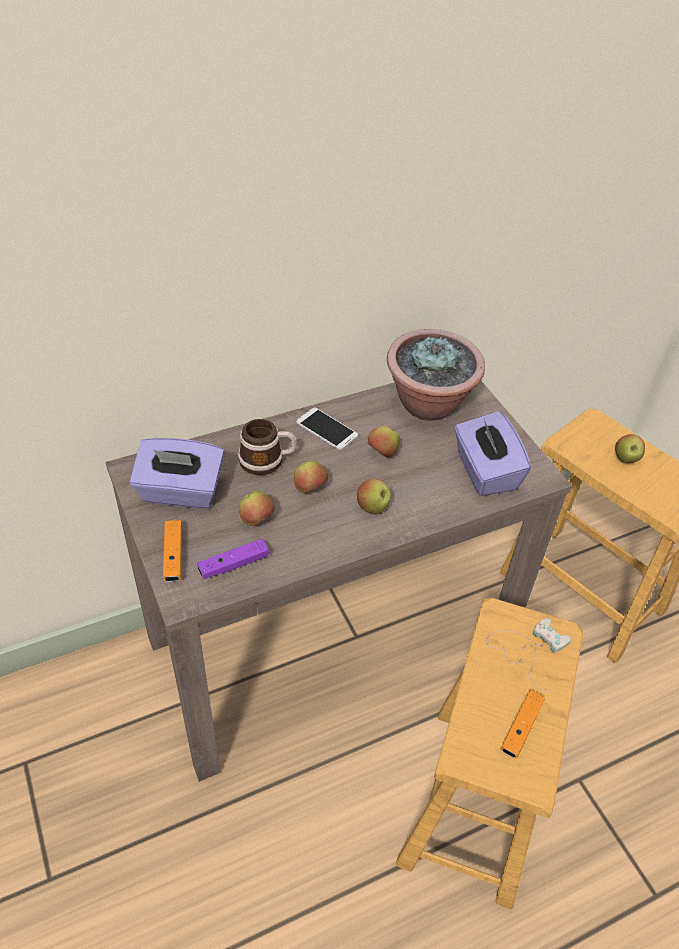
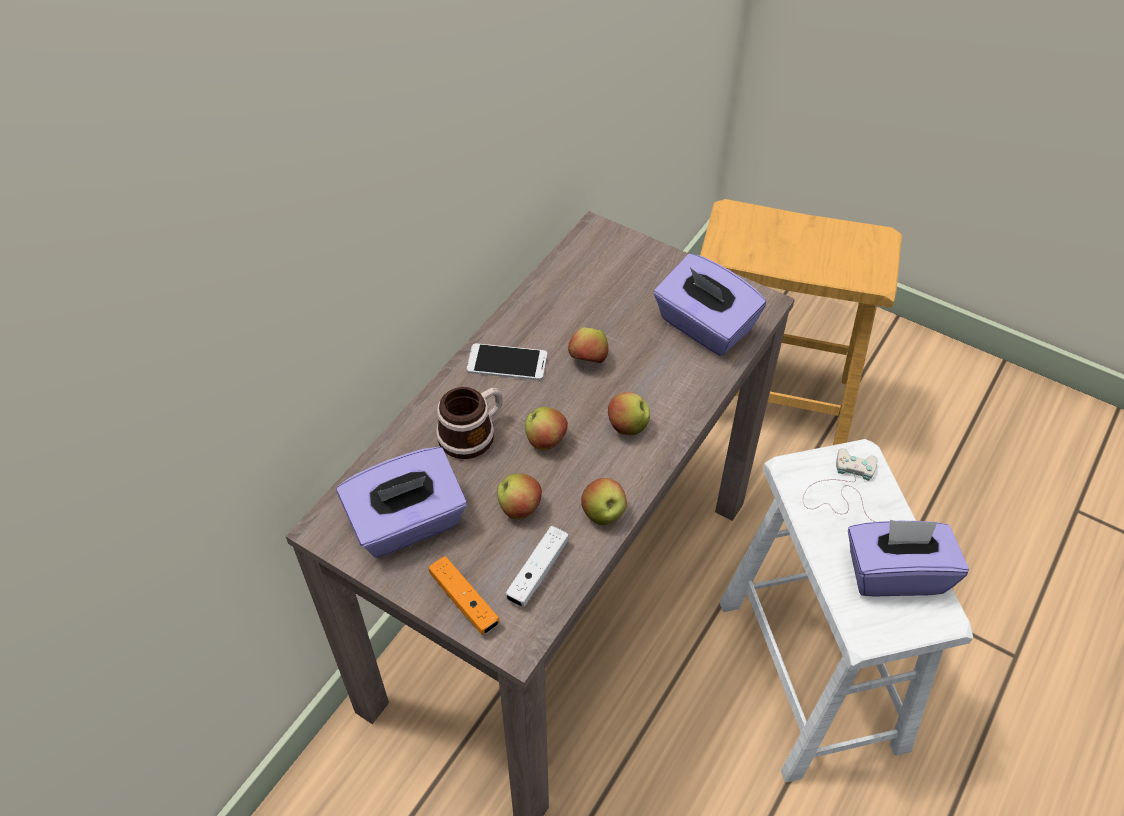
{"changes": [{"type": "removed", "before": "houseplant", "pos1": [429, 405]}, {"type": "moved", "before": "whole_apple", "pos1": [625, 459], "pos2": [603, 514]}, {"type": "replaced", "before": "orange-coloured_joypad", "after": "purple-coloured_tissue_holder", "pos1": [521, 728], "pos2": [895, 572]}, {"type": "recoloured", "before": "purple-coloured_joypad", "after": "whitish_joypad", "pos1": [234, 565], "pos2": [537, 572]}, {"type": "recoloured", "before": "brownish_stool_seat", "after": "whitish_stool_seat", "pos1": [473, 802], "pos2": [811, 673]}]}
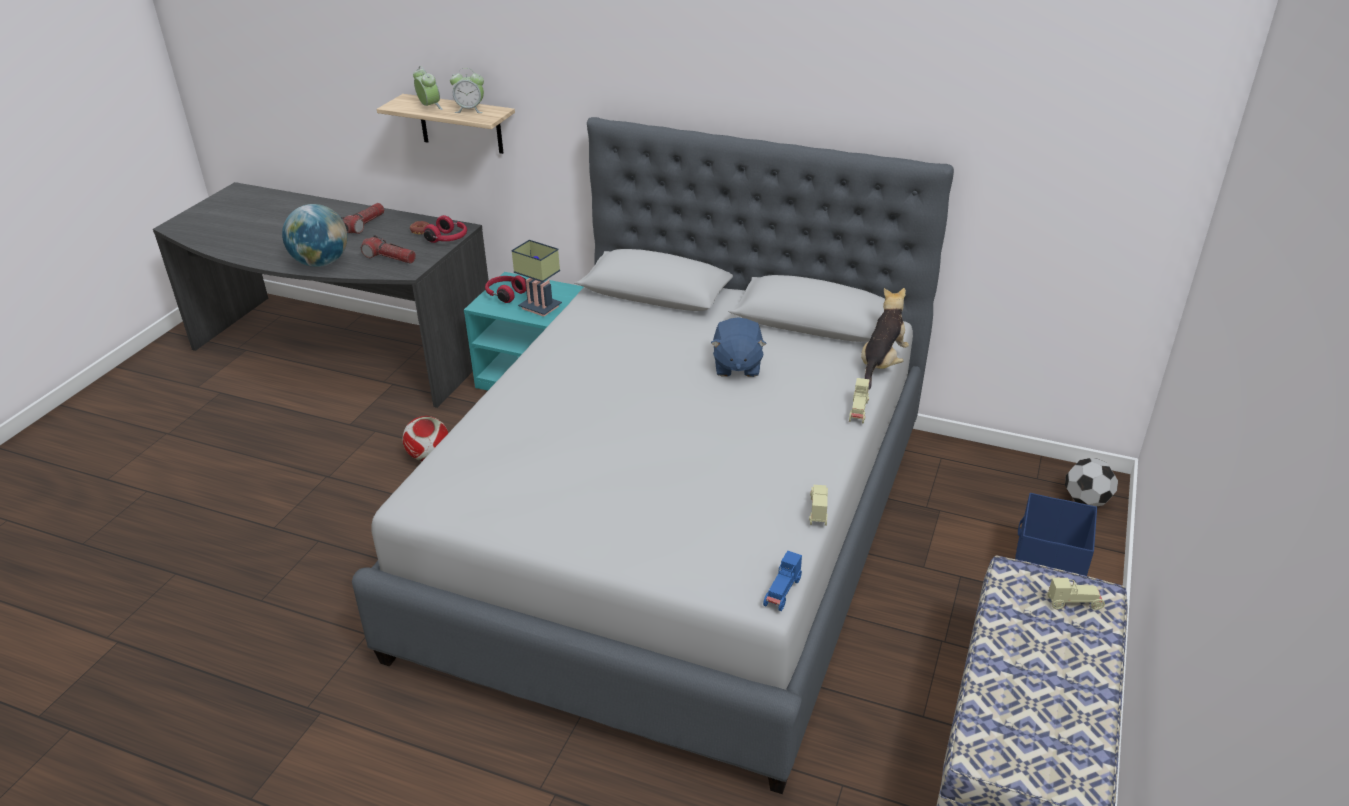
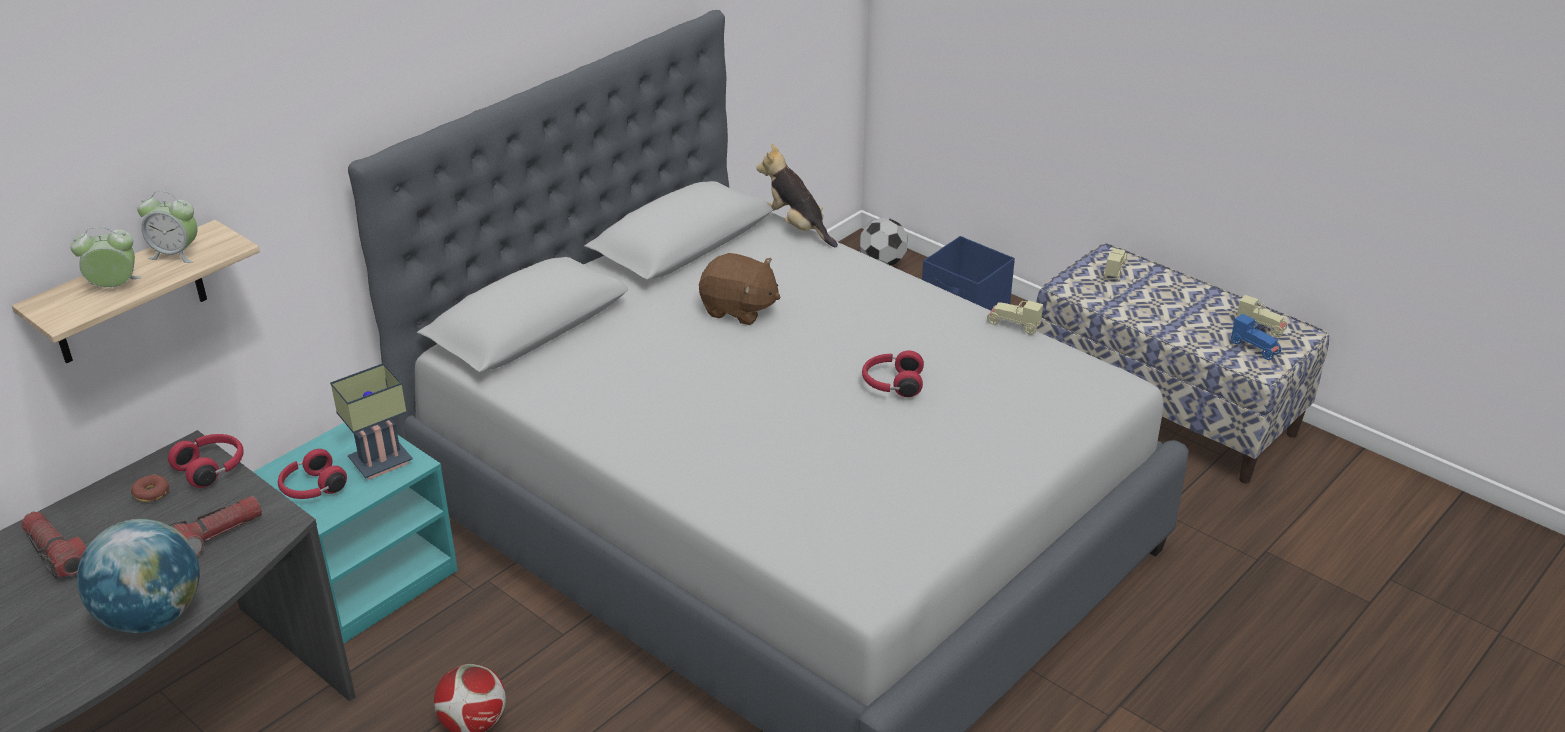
{"changes": [{"type": "added", "after": "red-coloured_headset", "pos2": [892, 384]}, {"type": "moved", "before": "bluish_miniature_car", "pos1": [783, 593], "pos2": [1255, 348]}, {"type": "moved", "before": "sand-coloured_miniature_car", "pos1": [858, 411], "pos2": [1260, 327]}, {"type": "recoloured", "before": "bluish_plush_toy", "after": "brownish_plush_toy", "pos1": [736, 366], "pos2": [739, 309]}, {"type": "turned", "before": "bedside_clock", "pos1": [470, 110], "pos2": [176, 254], "turn": 75}]}
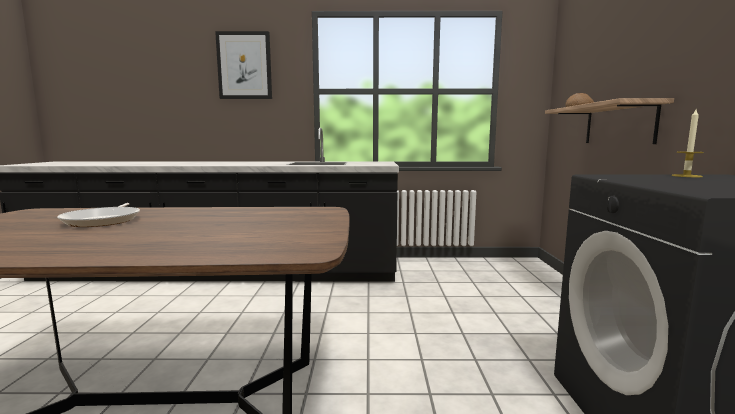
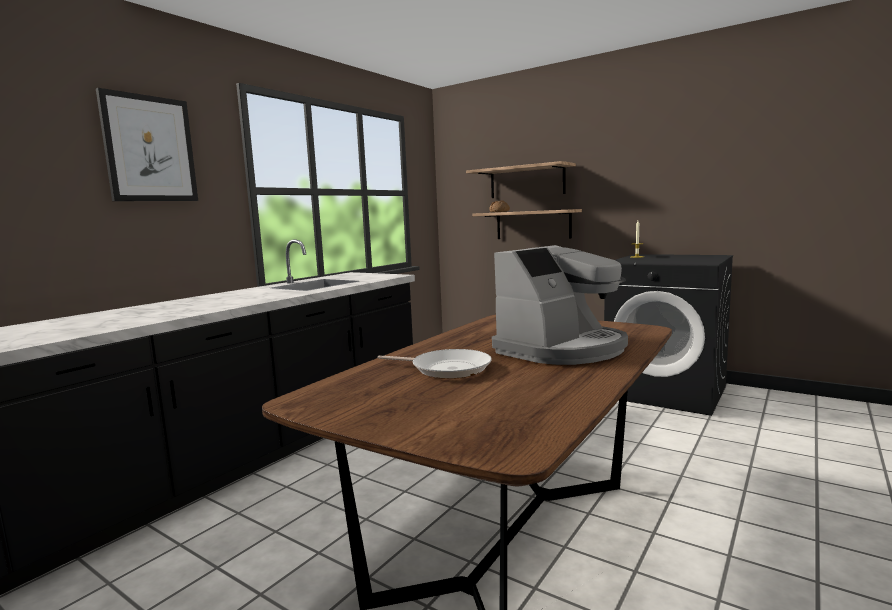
{"changes": [{"type": "added", "after": "shelf", "pos2": [527, 182]}, {"type": "added", "after": "coffee_brewer", "pos2": [562, 349]}]}
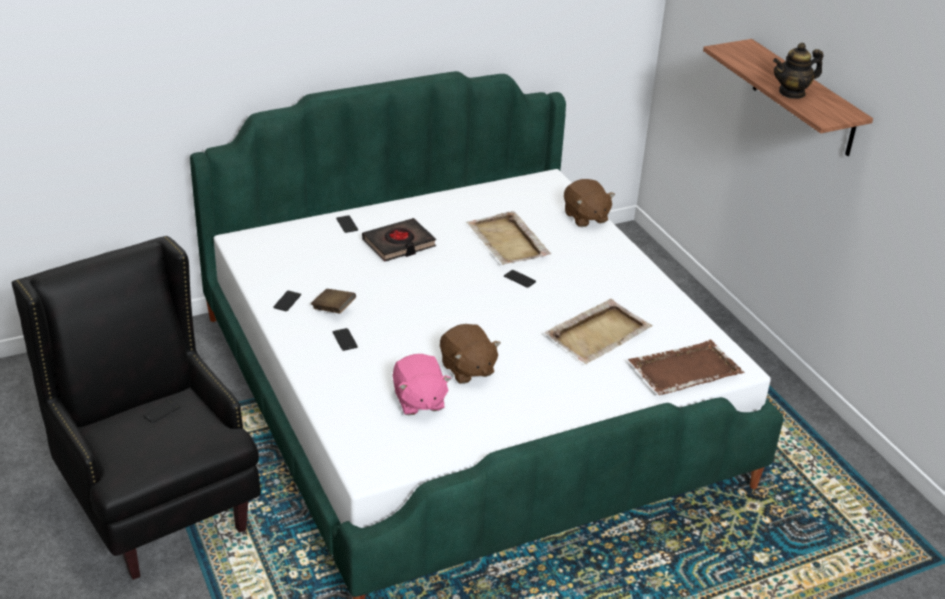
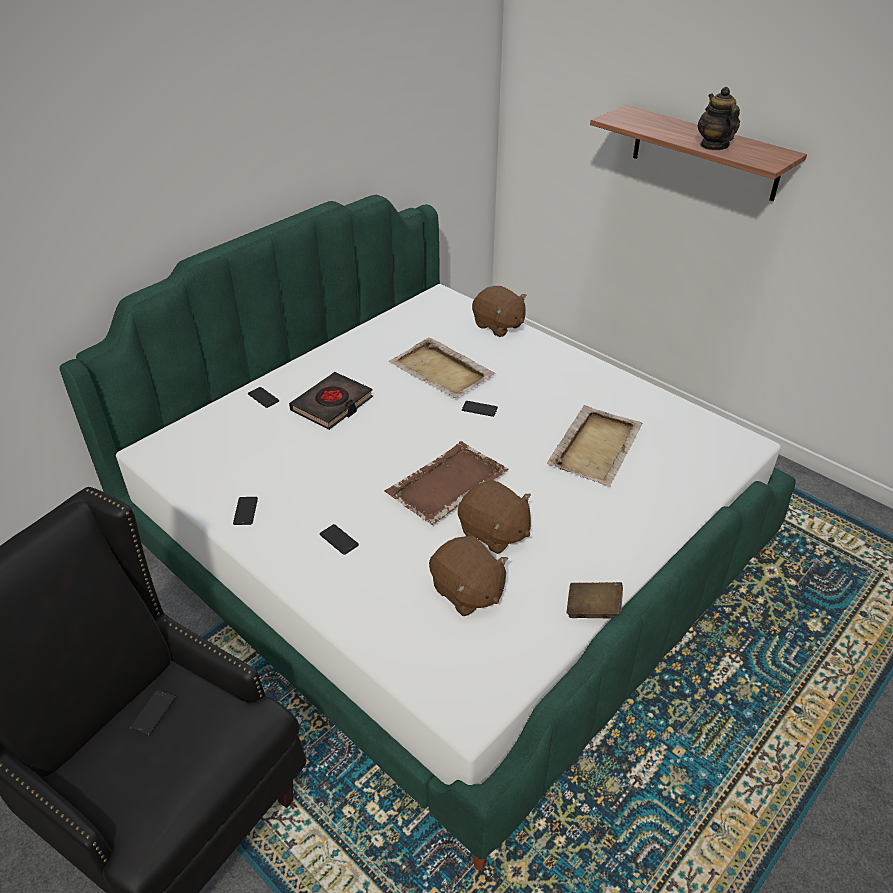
{"changes": [{"type": "moved", "before": "brownish_volume", "pos1": [333, 309], "pos2": [593, 609]}, {"type": "moved", "before": "brownish_serving_tray", "pos1": [684, 370], "pos2": [446, 485]}, {"type": "recoloured", "before": "pink_plush_toy", "after": "brownish_plush_toy", "pos1": [418, 401], "pos2": [467, 592]}, {"type": "turned", "before": "teapot", "pos1": [792, 93], "pos2": [714, 146], "turn": 120}]}
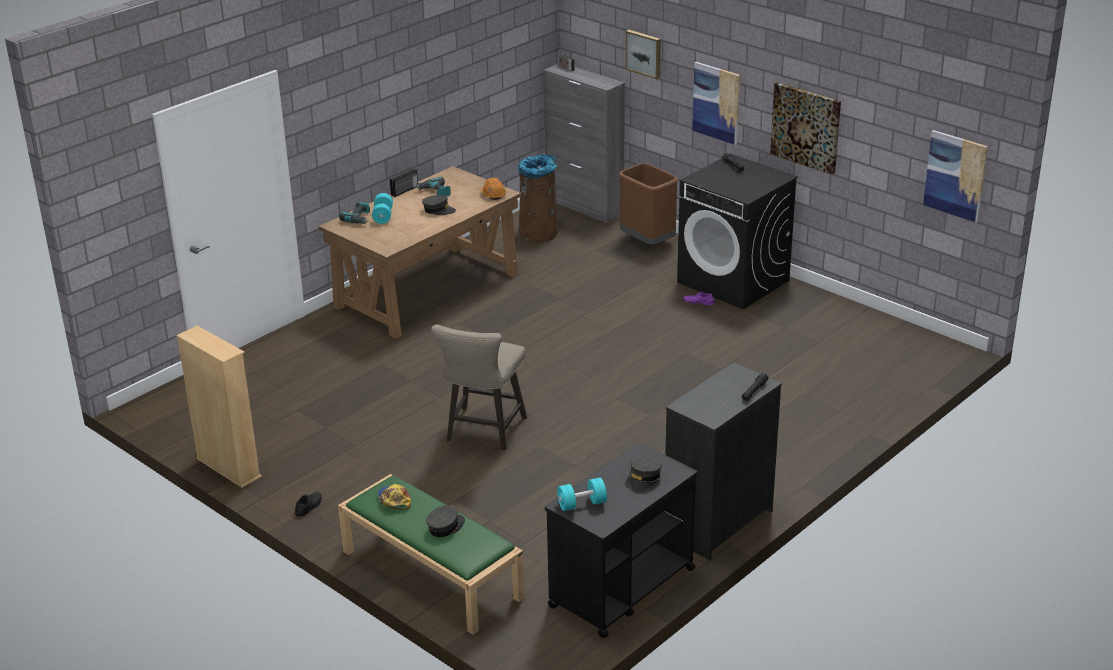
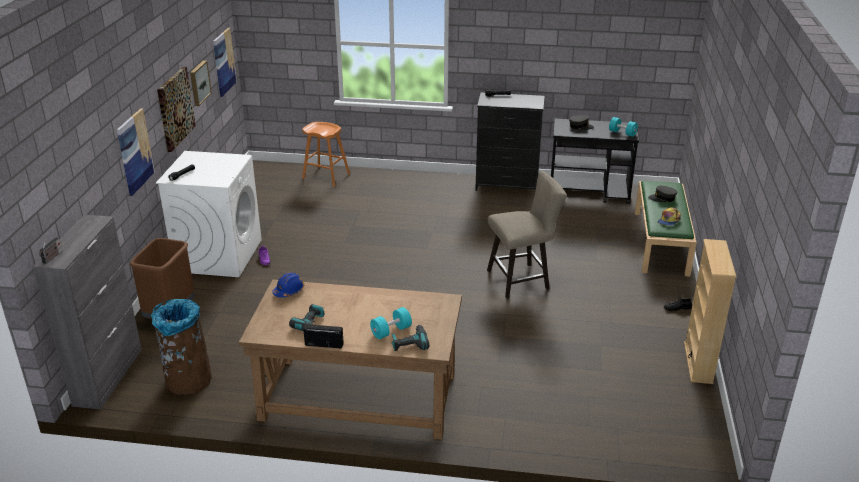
{"changes": [{"type": "removed", "before": "grey_peaked_cap", "pos1": [438, 210]}, {"type": "added", "after": "orange-coloured_stool_seat", "pos2": [326, 176]}, {"type": "moved", "before": "wall_art", "pos1": [644, 53], "pos2": [199, 83]}, {"type": "recoloured", "before": "orange-coloured_hard_hat", "after": "bluish_hard_hat", "pos1": [493, 194], "pos2": [289, 291]}, {"type": "recoloured", "before": "black_washing_machine", "after": "whitish_washing_machine", "pos1": [734, 281], "pos2": [218, 255]}]}
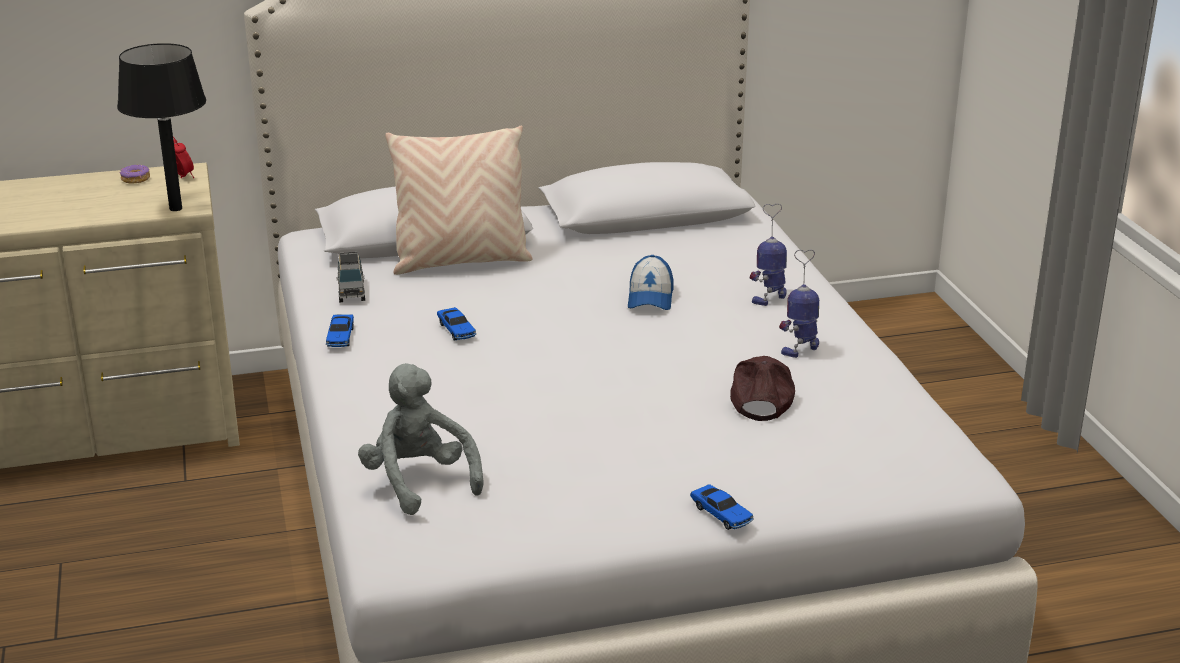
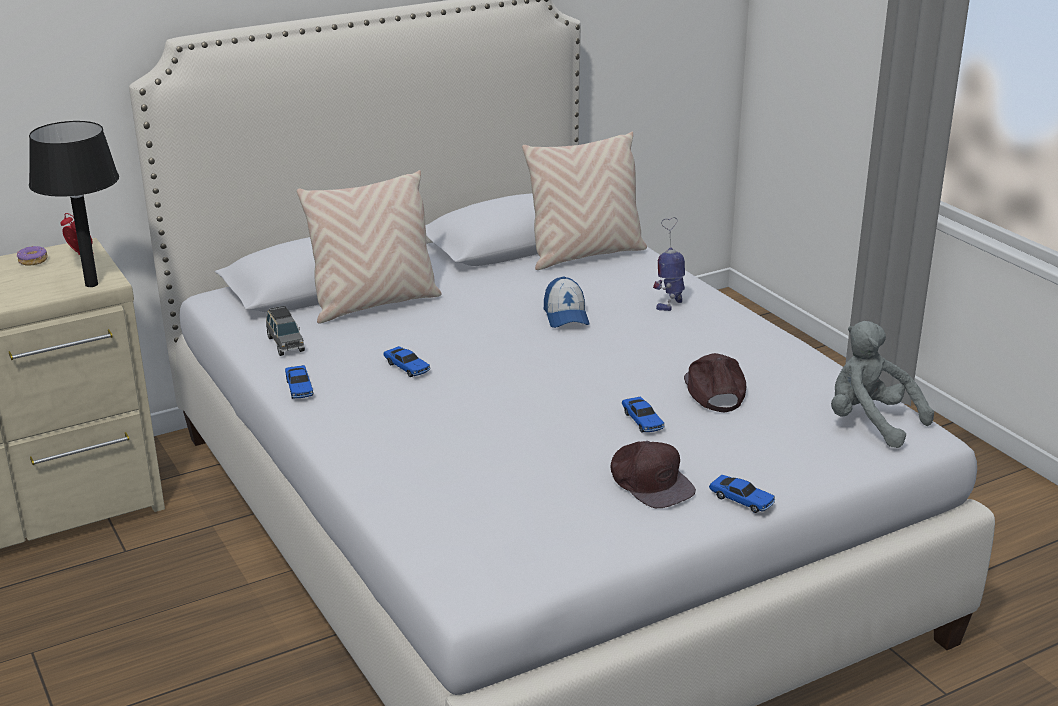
{"changes": [{"type": "removed", "before": "toy_robot", "pos1": [801, 349]}, {"type": "added", "after": "sand-coloured_throw_pillow", "pos2": [585, 255]}, {"type": "added", "after": "brownish_peaked_cap", "pos2": [650, 482]}, {"type": "added", "after": "miniature_car", "pos2": [642, 421]}, {"type": "moved", "before": "grey_plush_toy", "pos1": [419, 481], "pos2": [870, 422]}]}
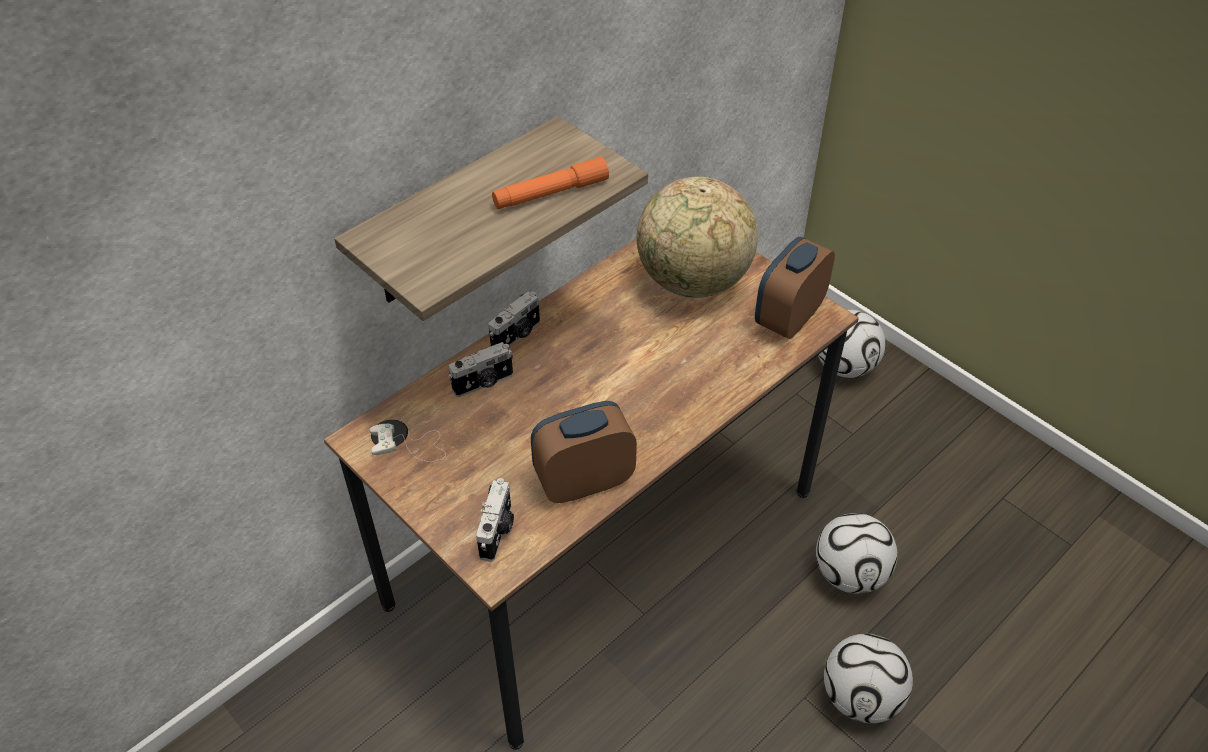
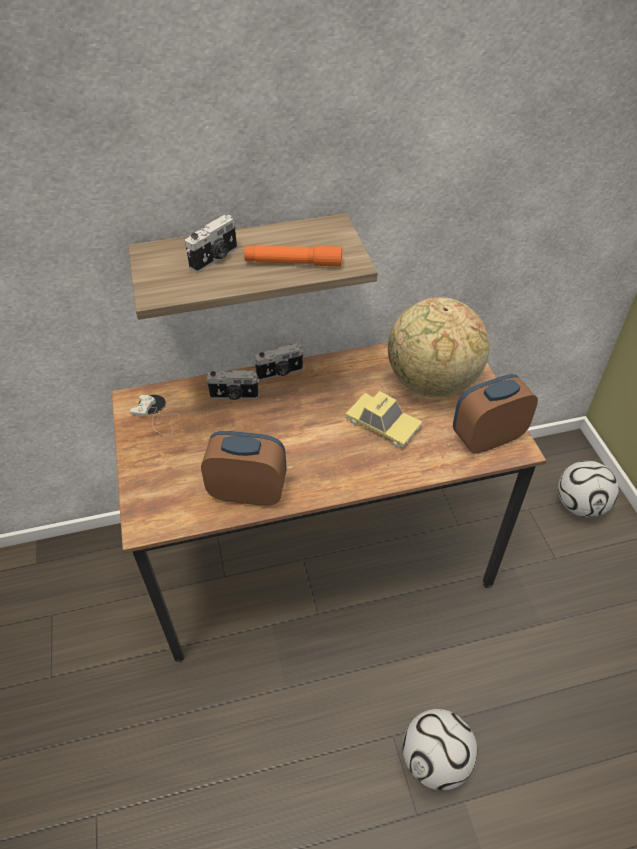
{"changes": [{"type": "removed", "before": "ball_for_football", "pos1": [849, 574]}, {"type": "added", "after": "miniature_car", "pos2": [382, 424]}, {"type": "moved", "before": "still_camera", "pos1": [498, 531], "pos2": [215, 258]}]}
